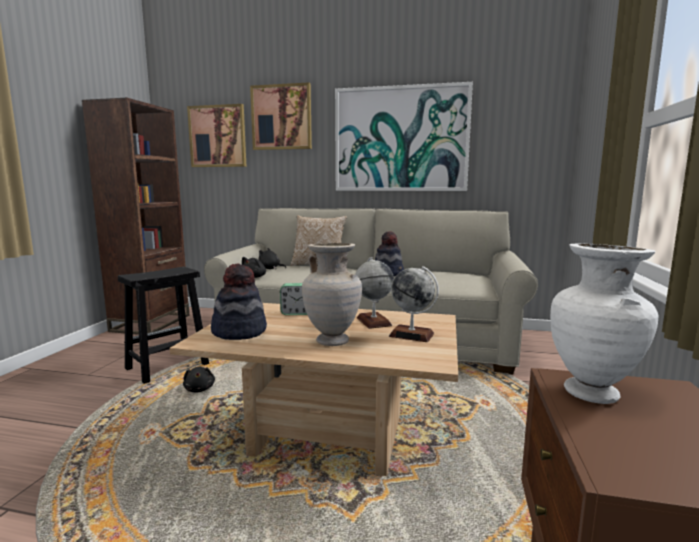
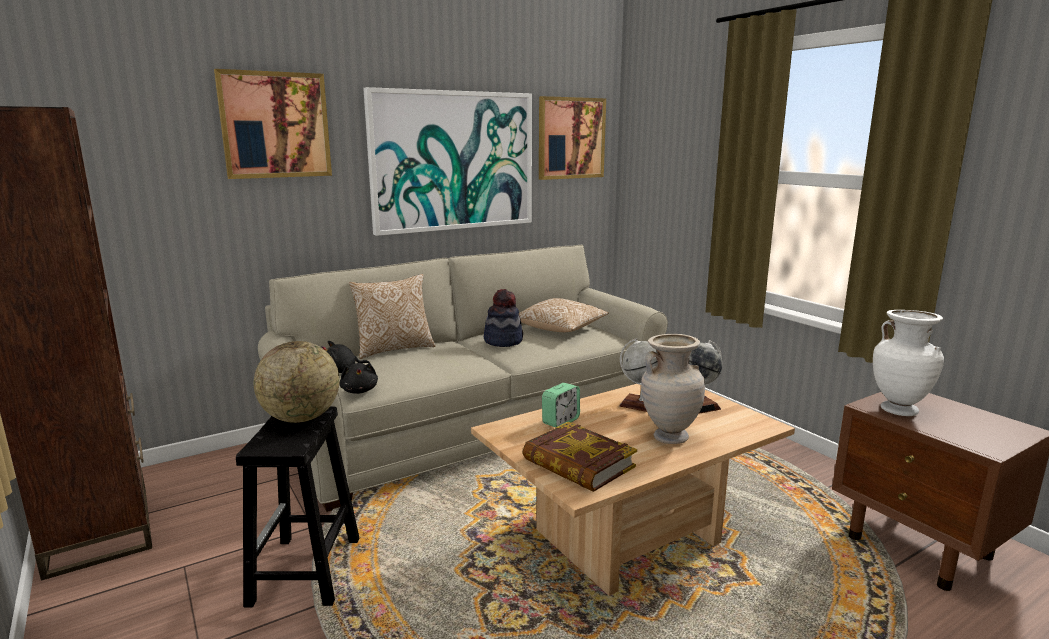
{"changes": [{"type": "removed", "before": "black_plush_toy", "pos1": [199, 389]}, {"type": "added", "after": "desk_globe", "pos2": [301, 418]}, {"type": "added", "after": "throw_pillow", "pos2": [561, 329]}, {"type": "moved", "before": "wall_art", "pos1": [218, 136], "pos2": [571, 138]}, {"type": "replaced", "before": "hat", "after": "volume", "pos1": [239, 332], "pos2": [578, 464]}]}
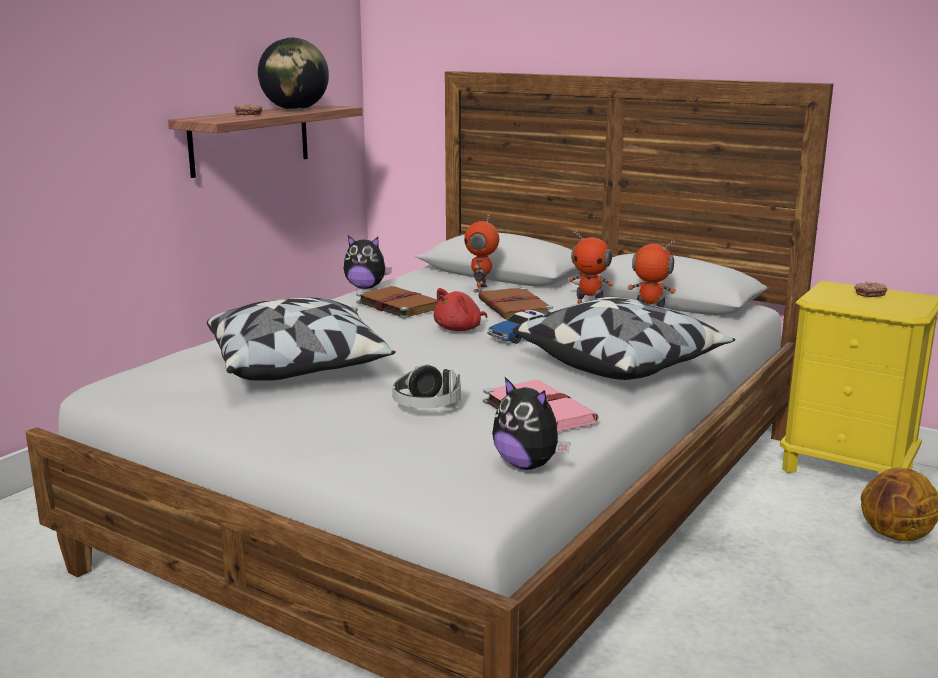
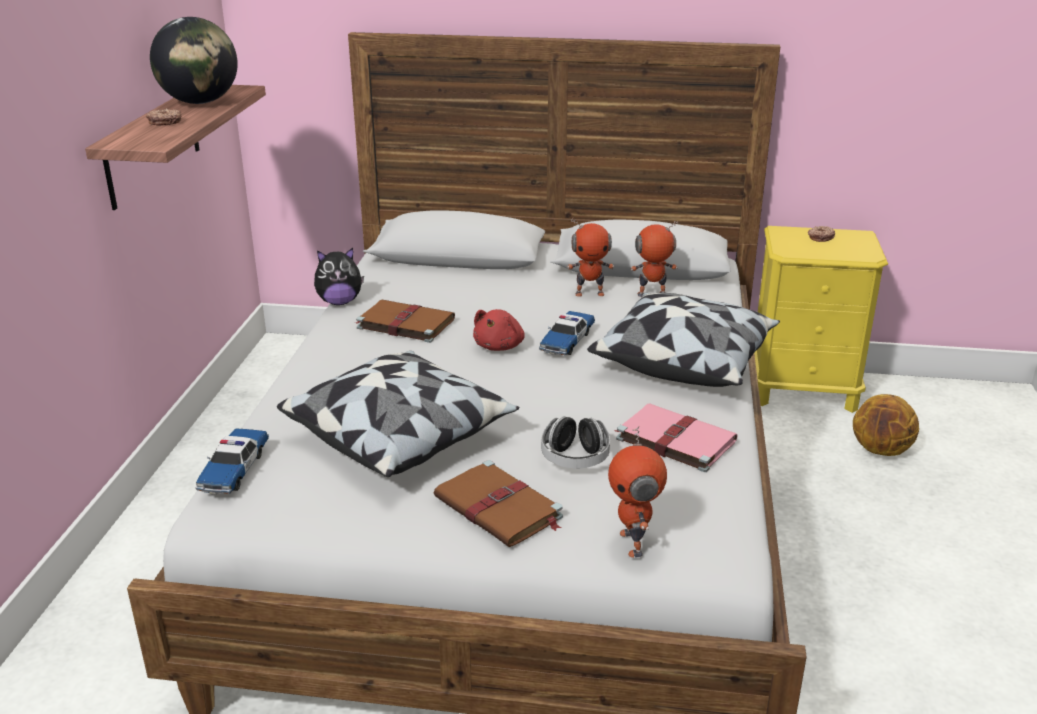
{"changes": [{"type": "removed", "before": "plush_toy", "pos1": [527, 465]}, {"type": "added", "after": "miniature_car", "pos2": [234, 469]}, {"type": "moved", "before": "toy_robot", "pos1": [481, 289], "pos2": [633, 543]}, {"type": "moved", "before": "brownish_volume", "pos1": [515, 308], "pos2": [499, 508]}]}
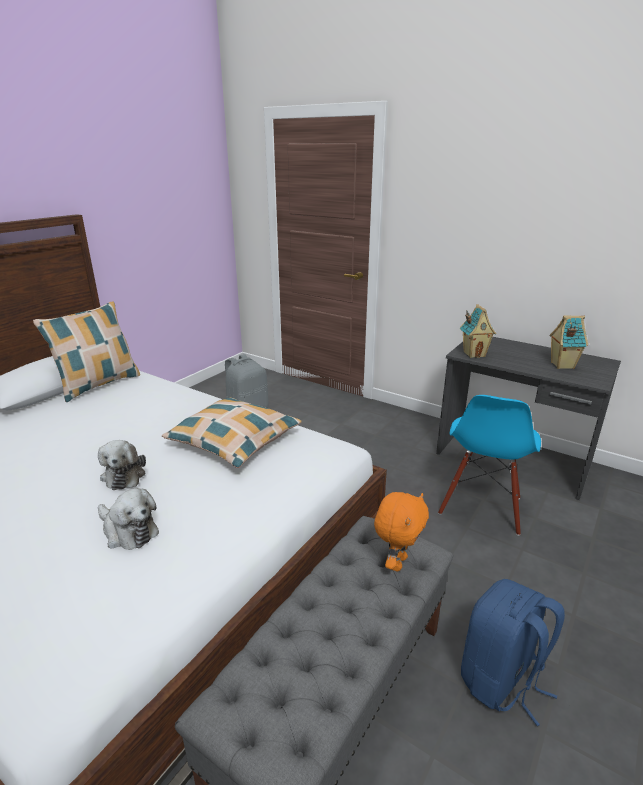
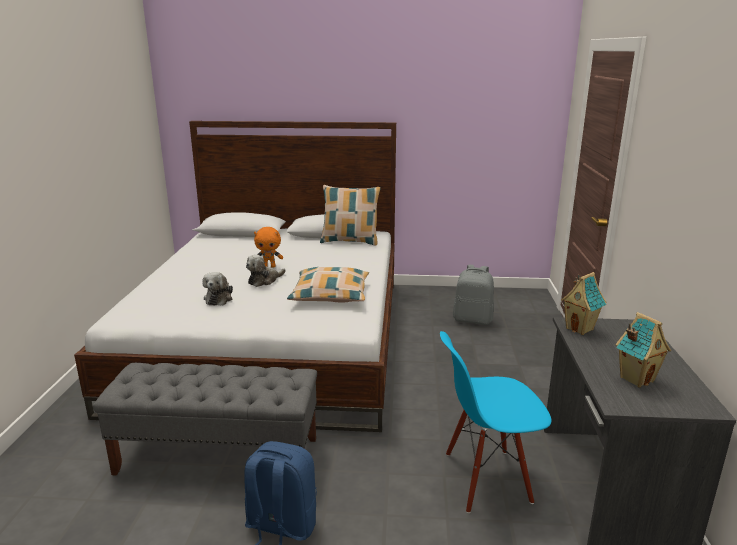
{"changes": [{"type": "moved", "before": "orange-coloured_plush_toy", "pos1": [397, 562], "pos2": [269, 266]}]}
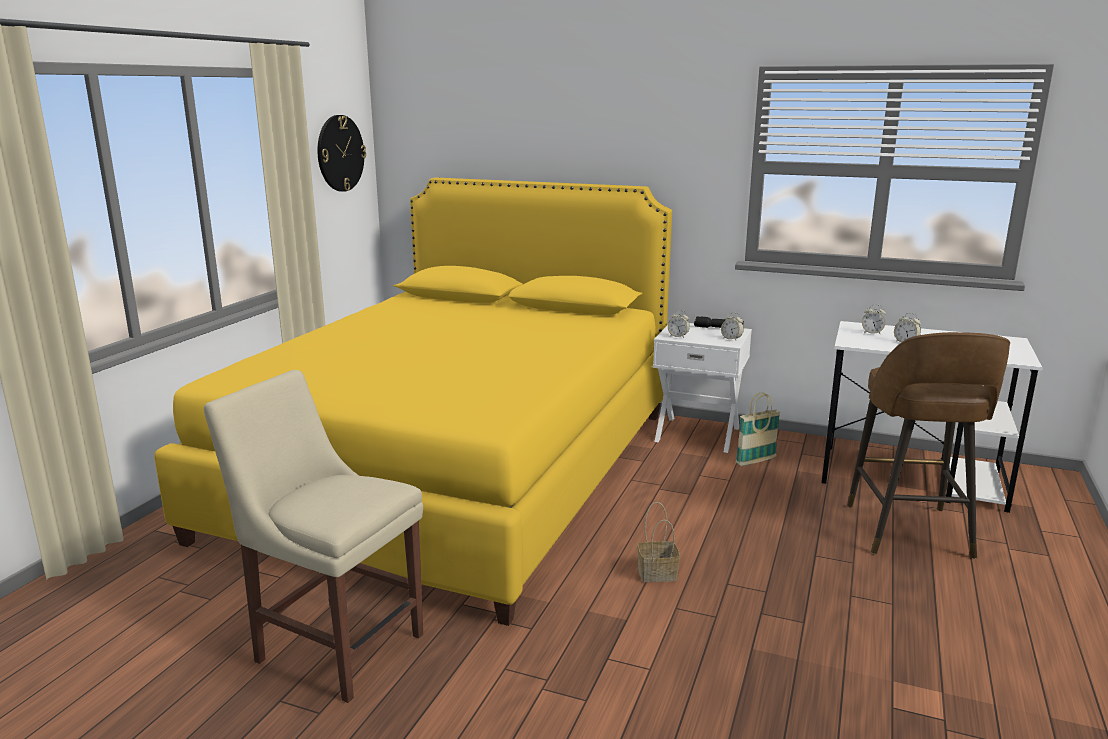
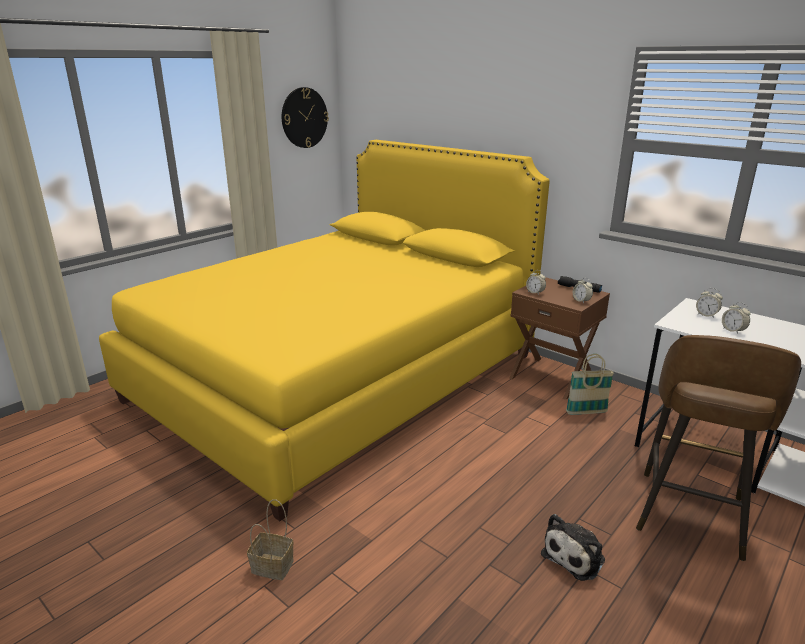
{"changes": [{"type": "removed", "before": "sand-coloured_upright_chair", "pos1": [334, 644]}, {"type": "added", "after": "plush_toy", "pos2": [575, 556]}, {"type": "moved", "before": "basket", "pos1": [658, 573], "pos2": [274, 566]}, {"type": "recoloured", "before": "whitish_night_table", "after": "brownish_night_table", "pos1": [698, 434], "pos2": [551, 377]}]}
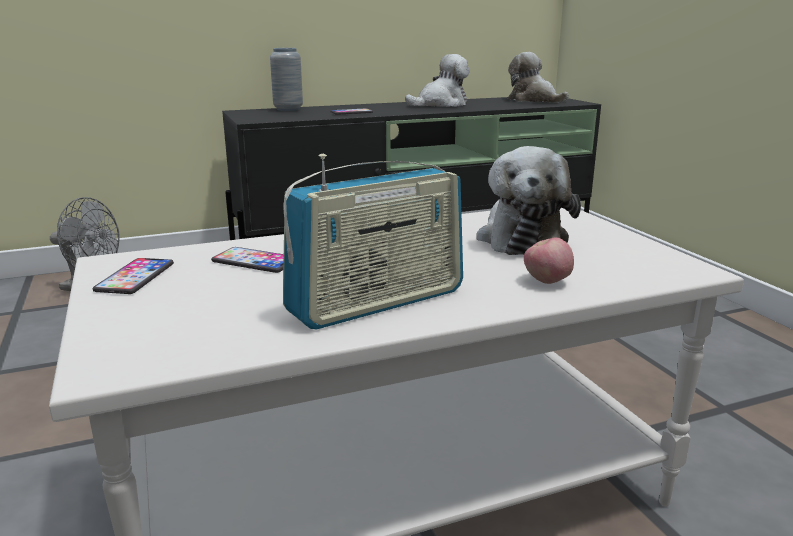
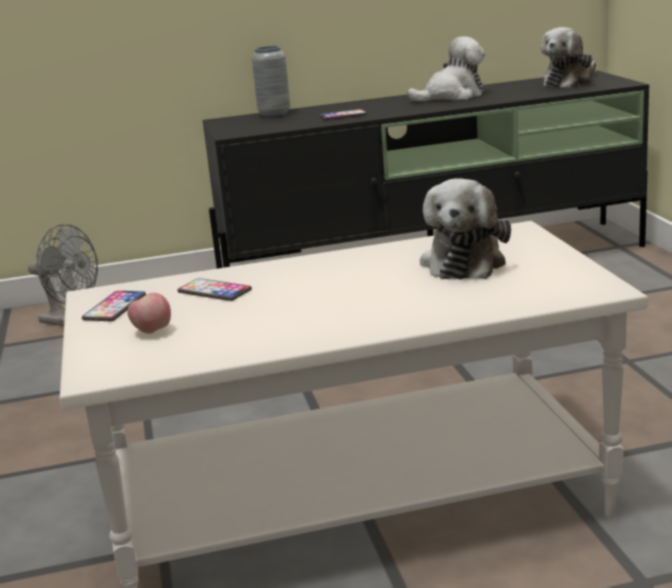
{"changes": [{"type": "removed", "before": "radio", "pos1": [377, 302]}, {"type": "moved", "before": "whole_apple", "pos1": [546, 282], "pos2": [152, 331]}, {"type": "turned", "before": "plush_toy", "pos1": [534, 100], "pos2": [570, 82], "turn": -105}]}
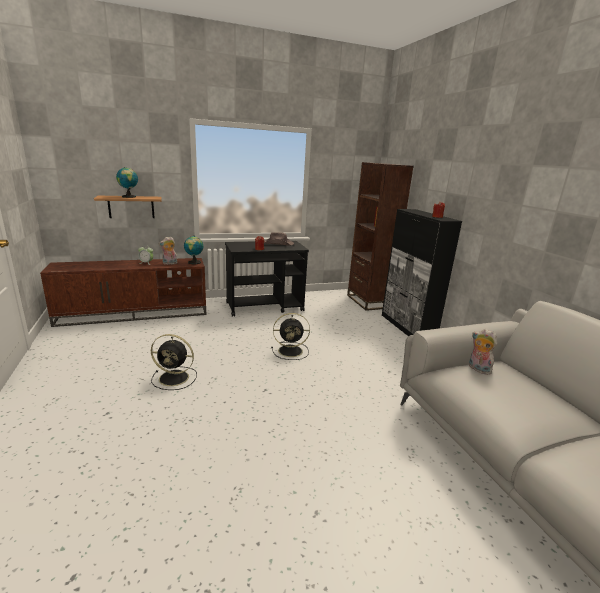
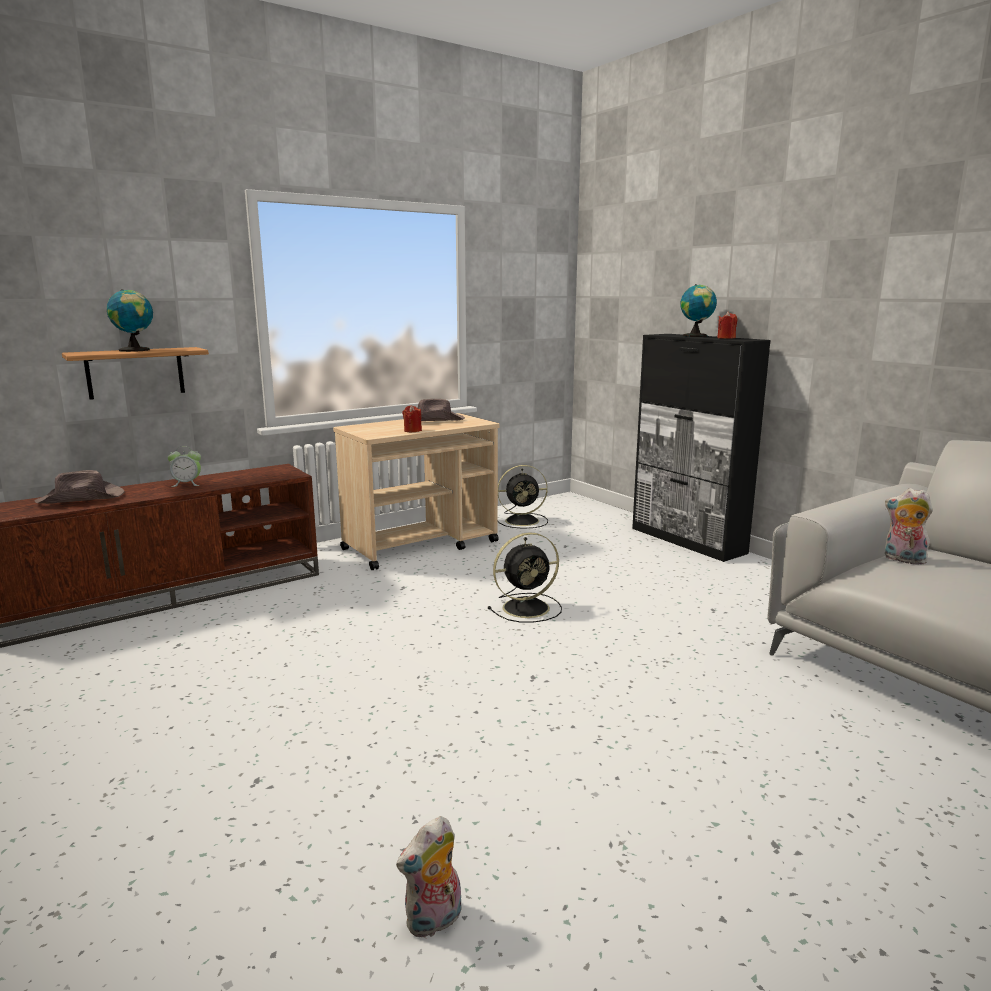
{"changes": [{"type": "removed", "before": "brownish_shelving_unit", "pos1": [368, 301]}, {"type": "added", "after": "brownish_hat", "pos2": [82, 498]}, {"type": "moved", "before": "black_cooling_fan", "pos1": [175, 378], "pos2": [523, 521]}, {"type": "moved", "before": "plush_toy", "pos1": [169, 263], "pos2": [434, 922]}, {"type": "moved", "before": "desk_globe", "pos1": [194, 262], "pos2": [696, 336]}, {"type": "recoloured", "before": "black_wheeled_cart", "after": "sand-coloured_wheeled_cart", "pos1": [265, 307], "pos2": [421, 545]}]}
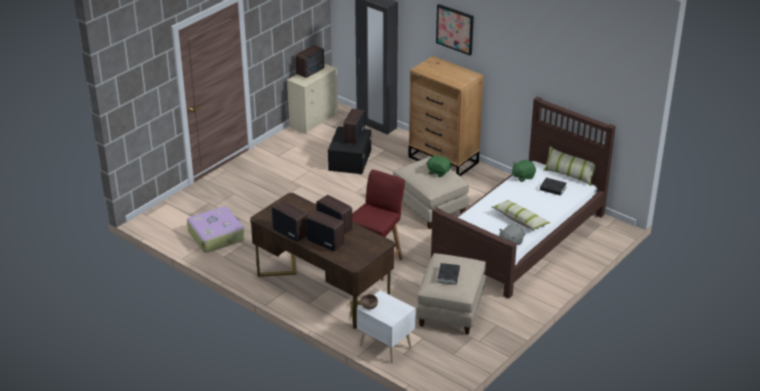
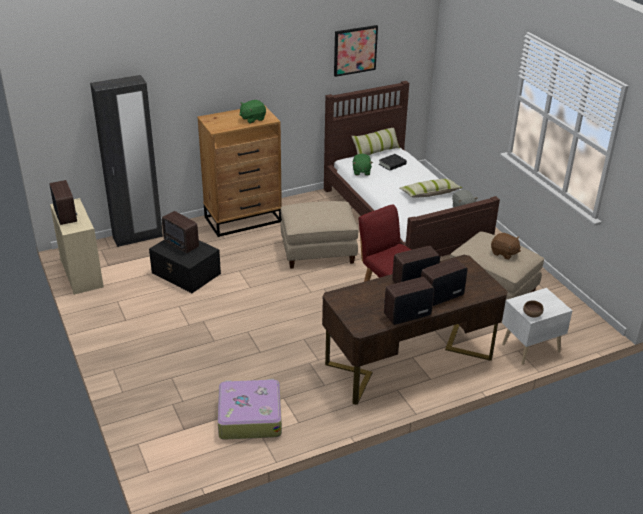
{"changes": [{"type": "moved", "before": "green_plush_toy", "pos1": [438, 172], "pos2": [252, 119]}, {"type": "moved", "before": "wall_art", "pos1": [455, 29], "pos2": [355, 50]}, {"type": "replaced", "before": "black_volume", "after": "brownish_plush_toy", "pos1": [448, 276], "pos2": [504, 253]}]}
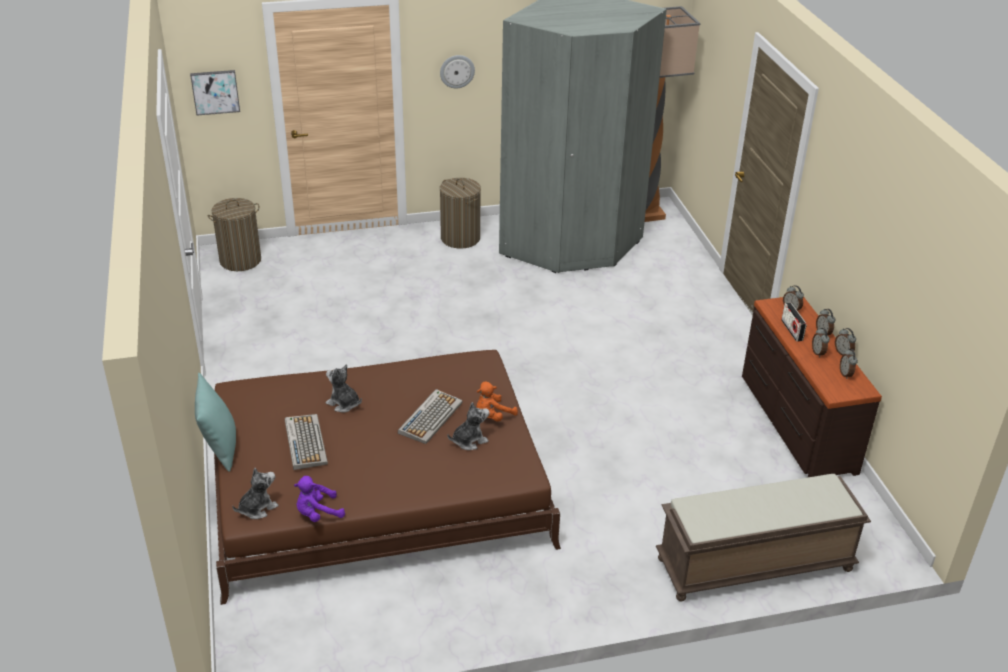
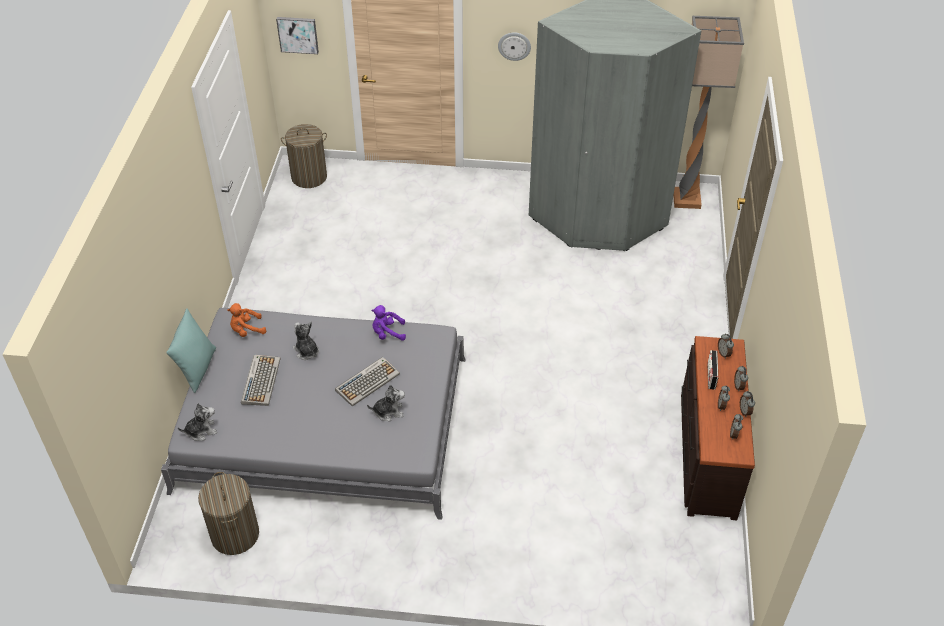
{"changes": [{"type": "removed", "before": "brownish_indoor_bench", "pos1": [754, 565]}, {"type": "moved", "before": "purple-coloured_plush_toy", "pos1": [317, 513], "pos2": [387, 333]}, {"type": "moved", "before": "washing_basket", "pos1": [460, 238], "pos2": [235, 534]}, {"type": "moved", "before": "orange-coloured_plush_toy", "pos1": [492, 416], "pos2": [246, 330]}, {"type": "recoloured", "before": "brownish_bed", "after": "grey_bed", "pos1": [377, 487], "pos2": [324, 423]}]}
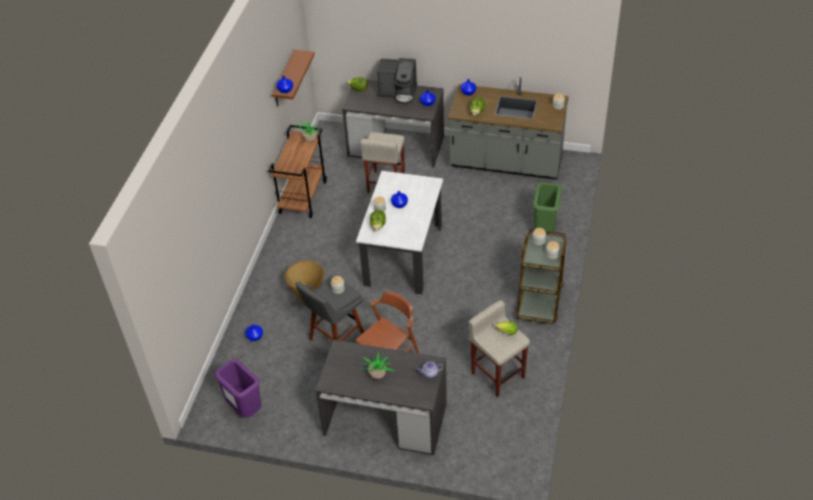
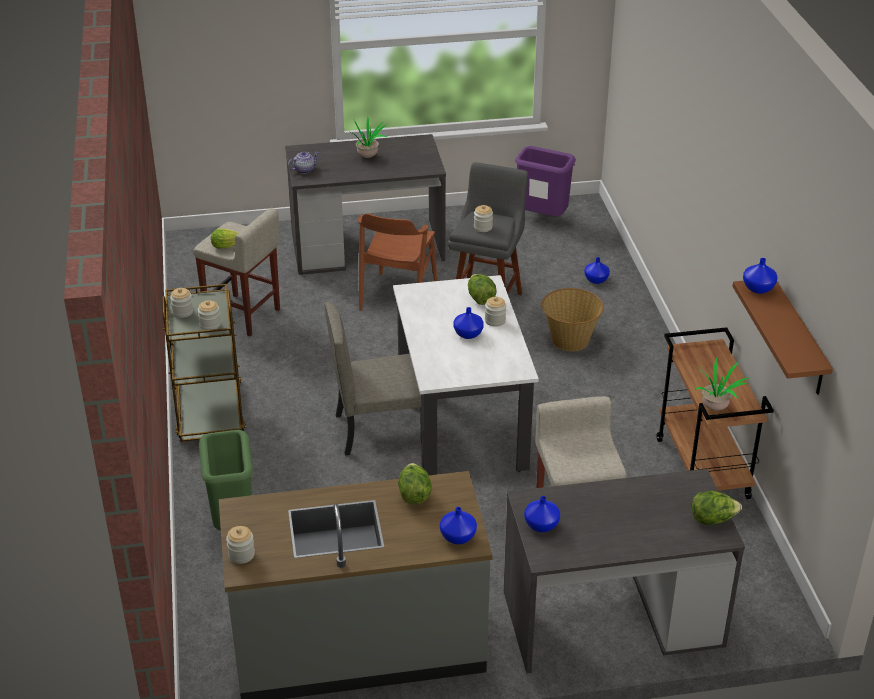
{"changes": [{"type": "removed", "before": "coffee_brewer", "pos1": [398, 92]}, {"type": "added", "after": "sand-coloured_upright_chair", "pos2": [380, 429]}]}
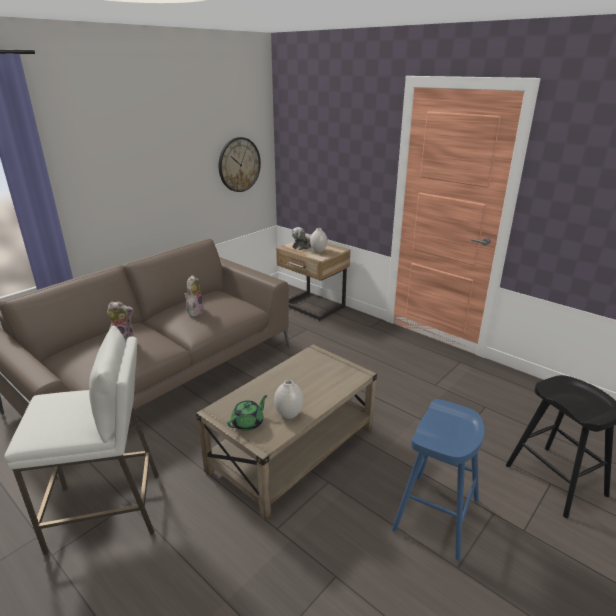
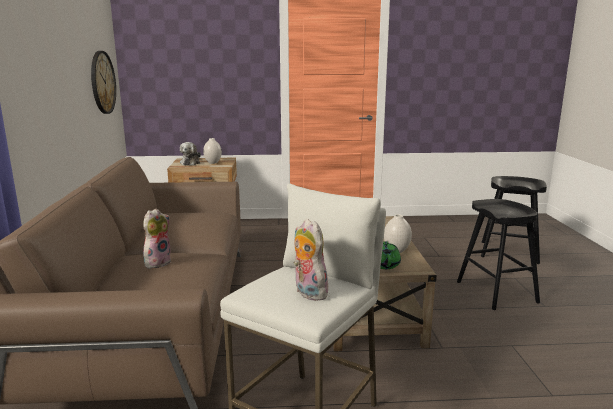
{"changes": [{"type": "moved", "before": "plush_toy", "pos1": [195, 311], "pos2": [308, 292]}, {"type": "recoloured", "before": "bluish_stool_seat", "after": "black_stool_seat", "pos1": [436, 514], "pos2": [496, 292]}]}
